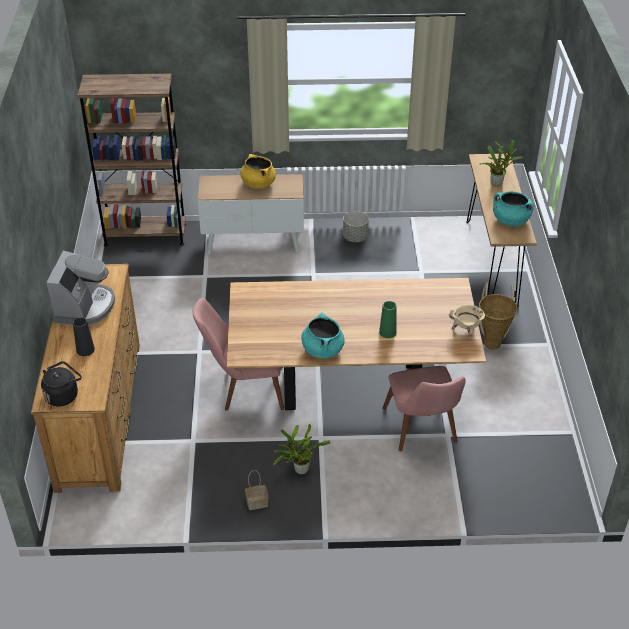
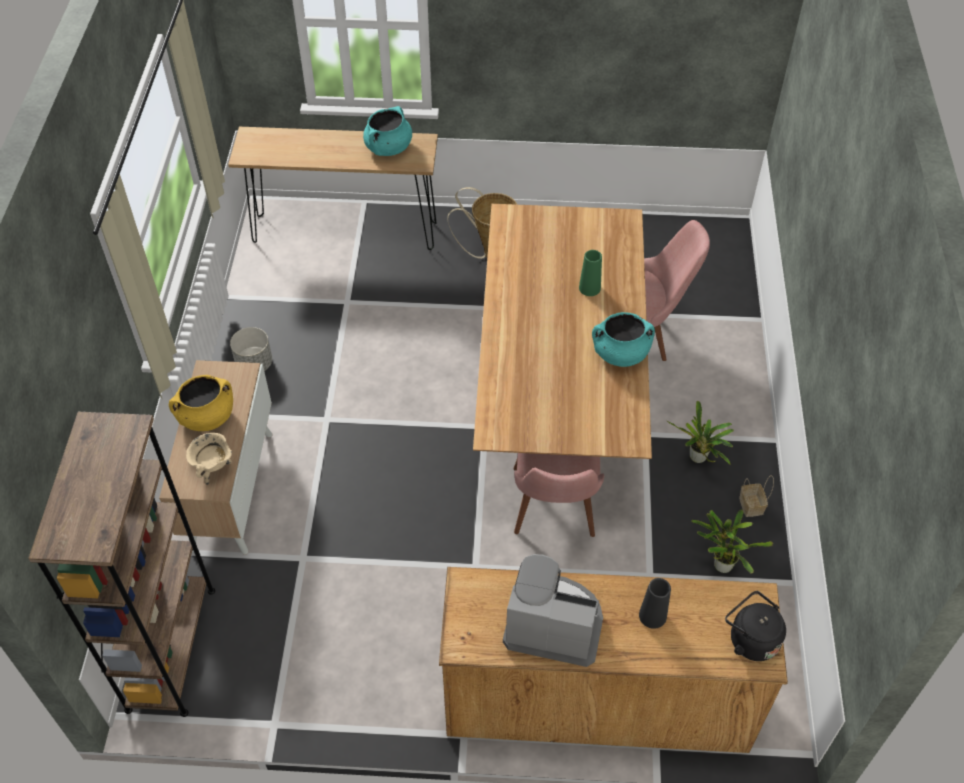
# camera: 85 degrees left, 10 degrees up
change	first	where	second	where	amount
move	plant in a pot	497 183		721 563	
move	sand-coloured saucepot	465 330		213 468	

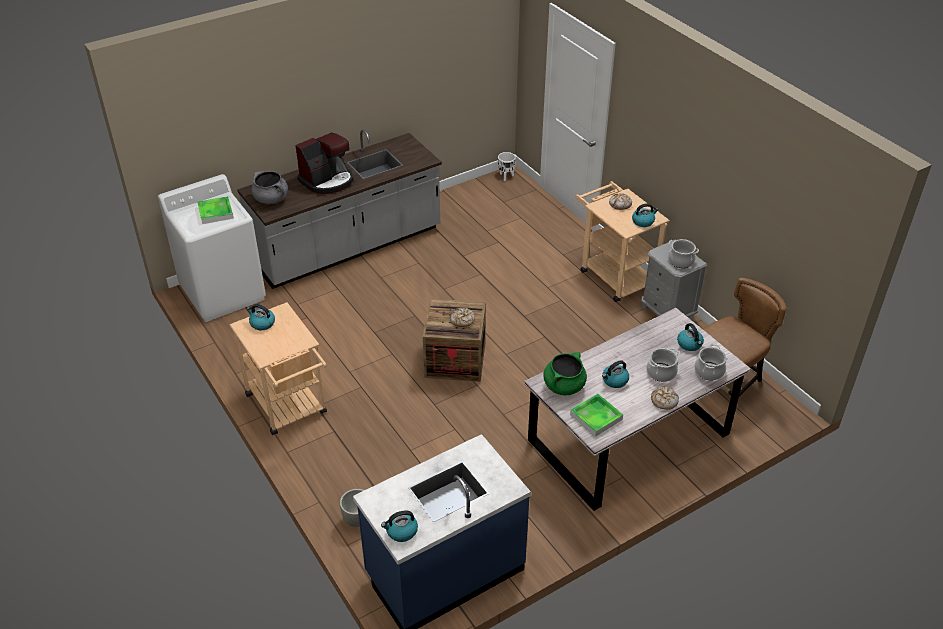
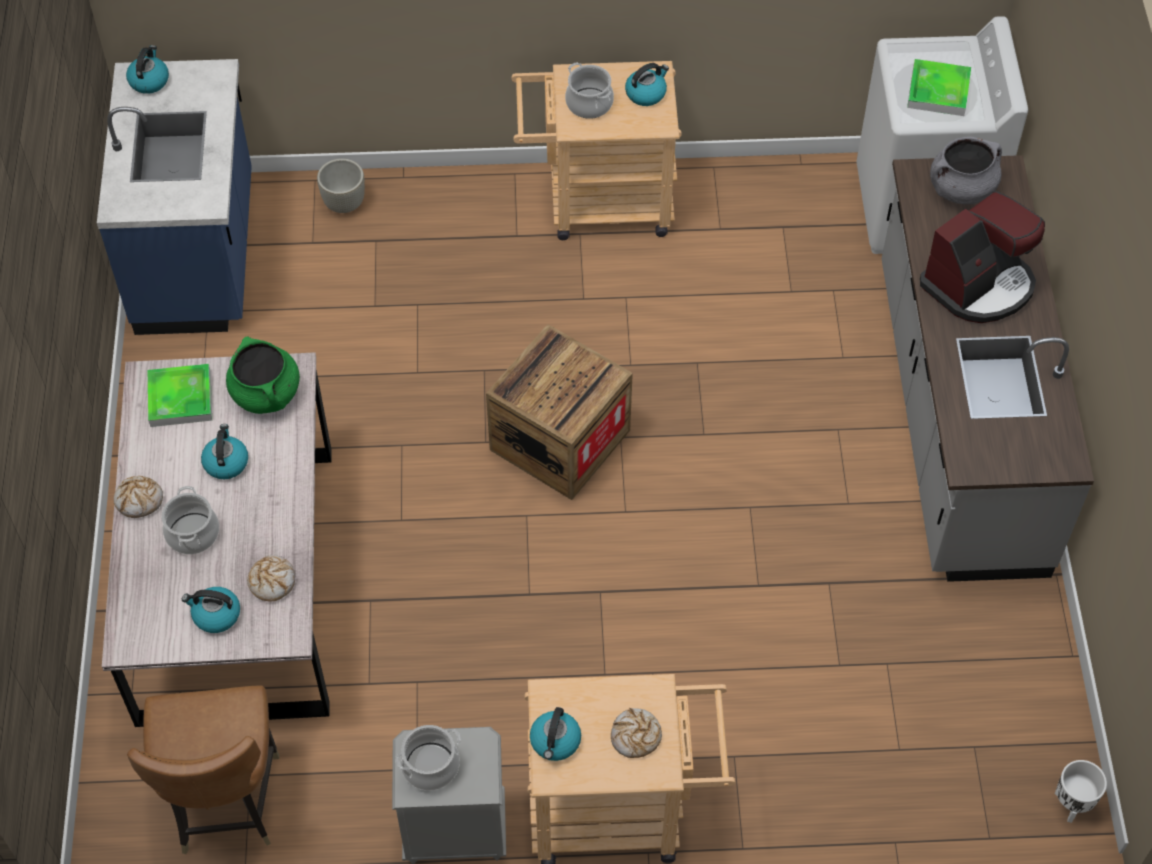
# camera: 120 degrees right, 15 degrees up
change	first	where	second	where	amount
rotate	coffee maker	327 180		979 285	120 degrees counterclockwise
move	bakery bread	462 320		272 581	
move	saucepot	709 371		589 103	

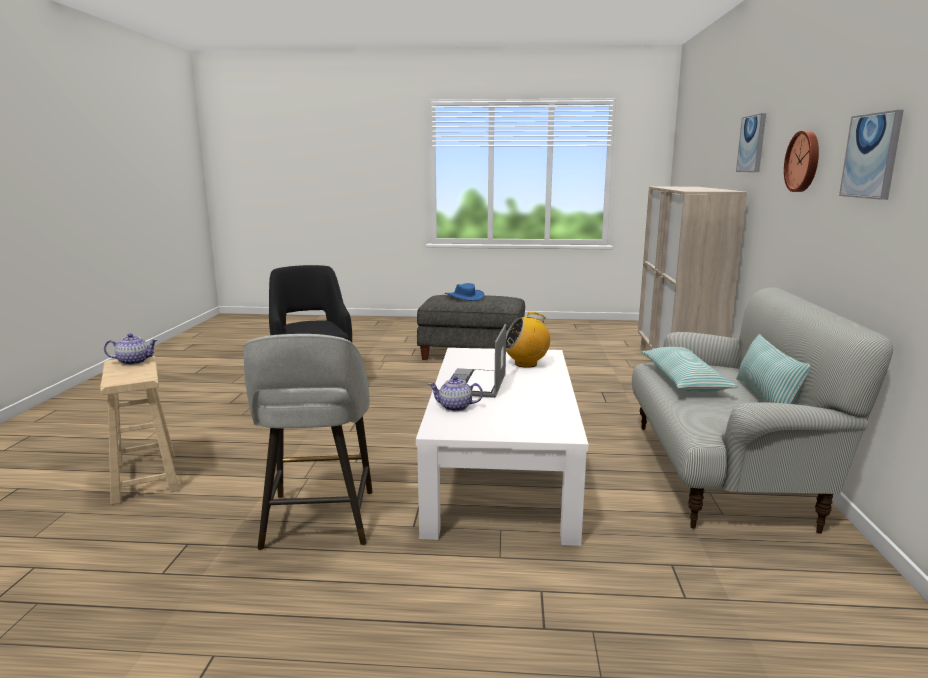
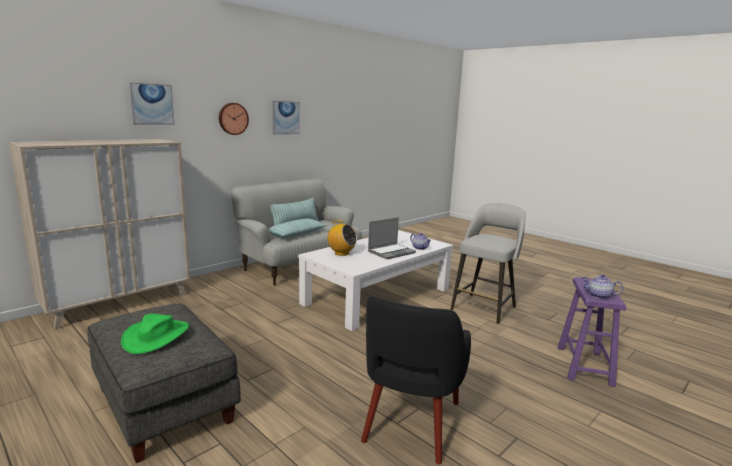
# camera: 140 degrees left, 0 degrees up
change	first	where	second	where	amount
recolor	blue hat	464 297	green hat	156 336	
recolor	sand-coloured stool seat	144 478	purple-coloured stool seat	584 366	

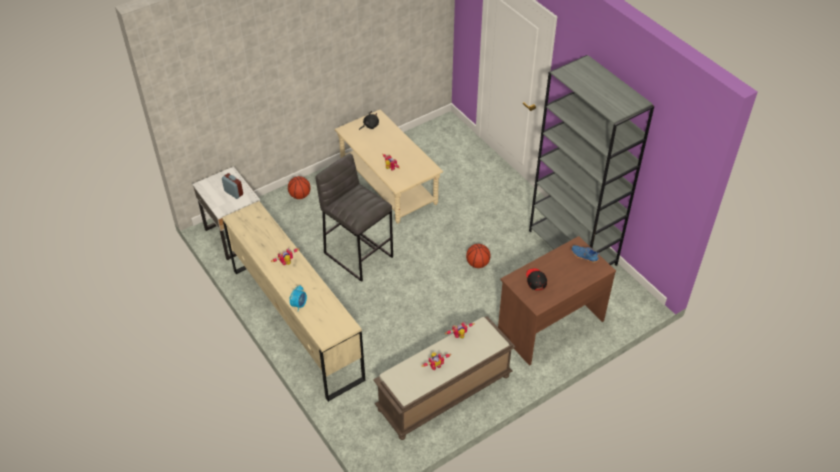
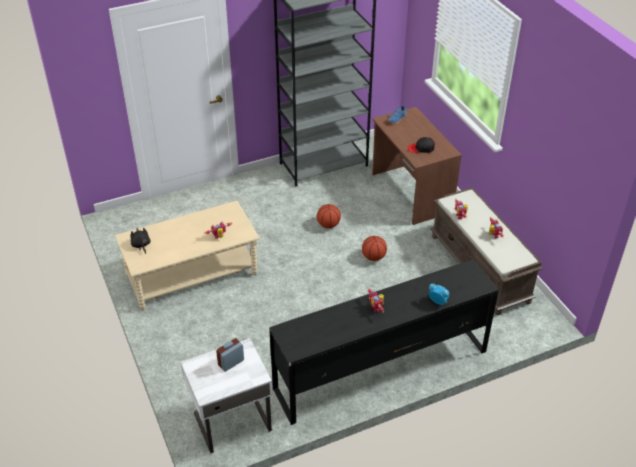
# camera: 80 degrees left, 5 degrees down
change	first	where	second	where	amount
delete	grey stool seat	358 254			
move	ball for basketball	300 195		373 257	
recolor	sand-coloured chest of drawers	296 323	black chest of drawers	381 369	

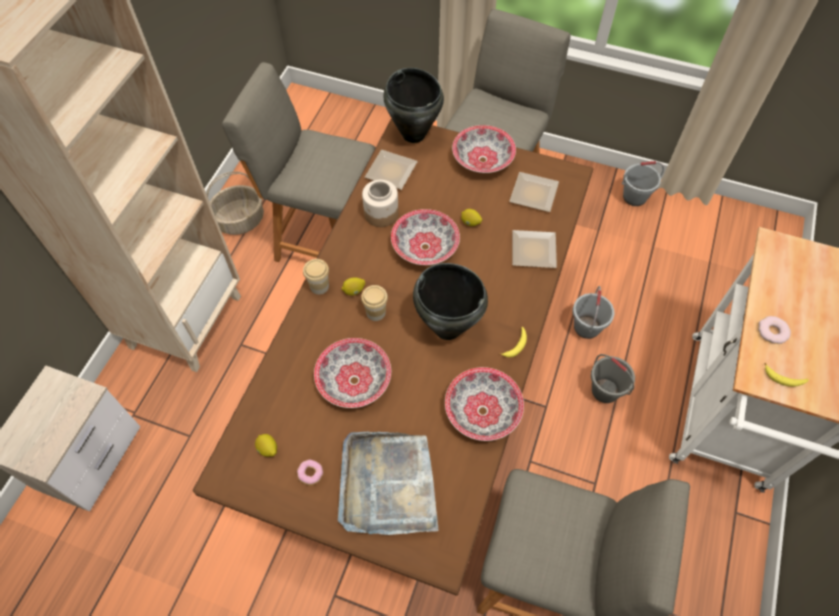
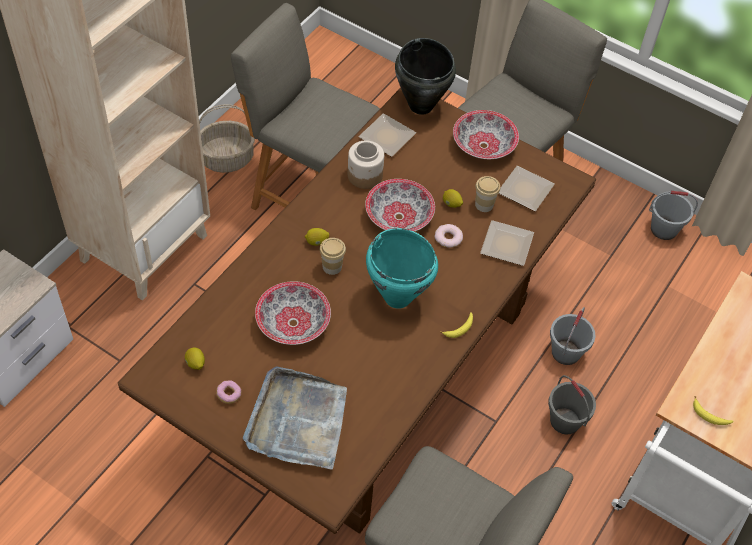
# camera: 10 degrees right, 5 degrees down
change	first	where	second	where	amount
move	small cup	319 286		484 205	
recolor	black saucepot	447 327	turquoise saucepot	397 296	
move	donut	772 332		448 238	
delete	deep dish	481 411			

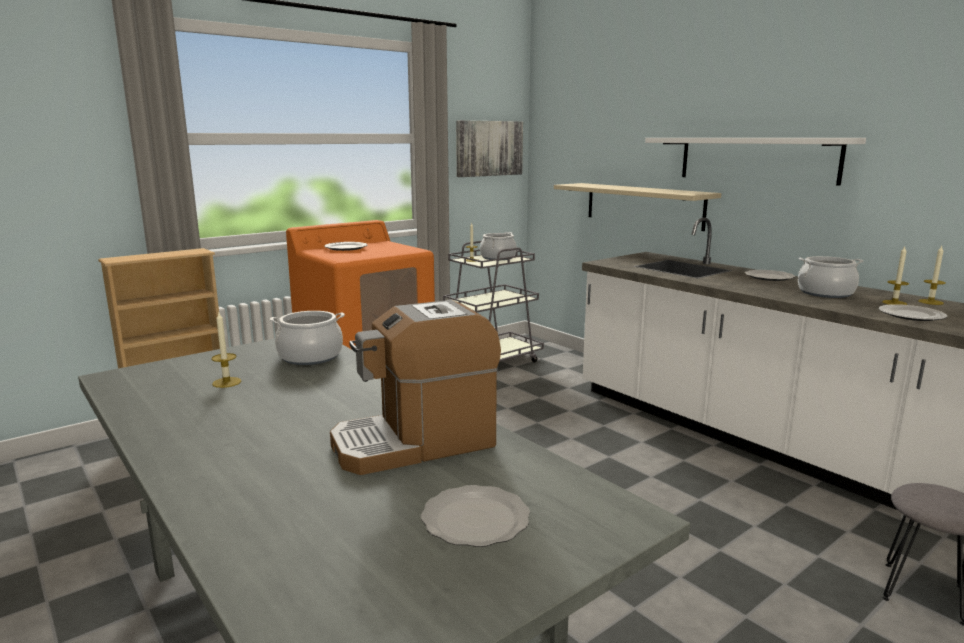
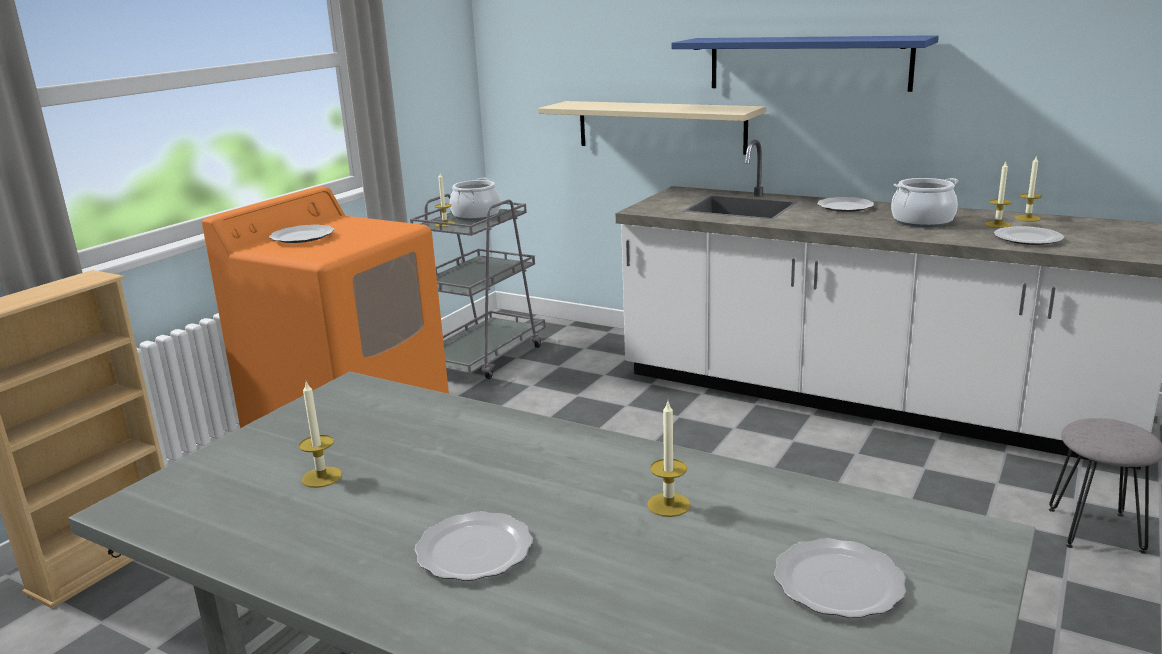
# camera: 20 degrees left, 5 degrees up
change	first	where	second	where	amount
delete	wall picture	489 148			
recolor	whitish wall shelf	756 159	blue wall shelf	808 63	
replace	coffee maker	415 442	wax candle	668 505	
delete	saucepot	310 356			
insert			dinner plate	472 550	

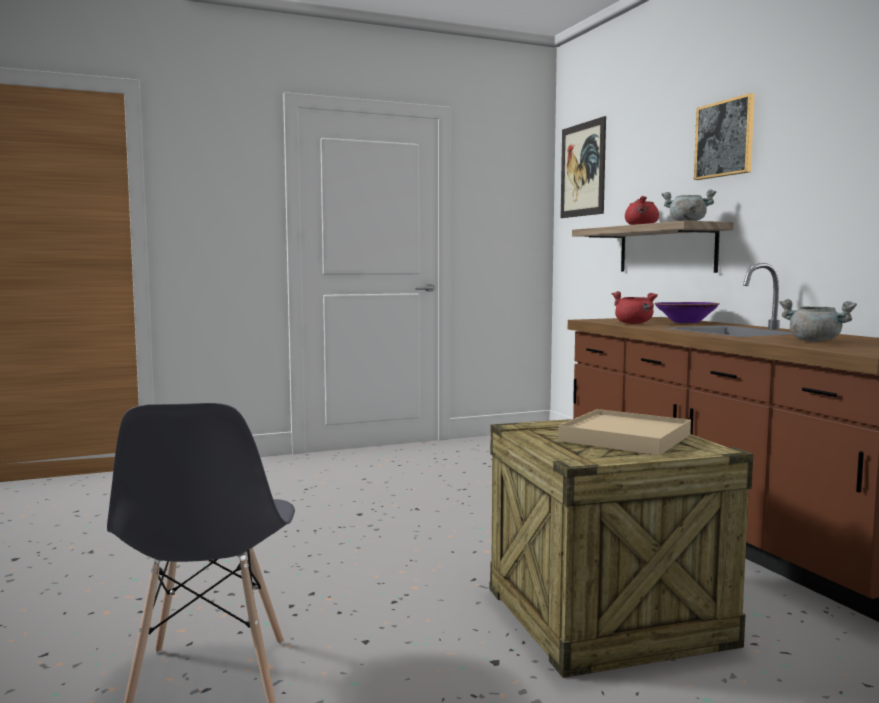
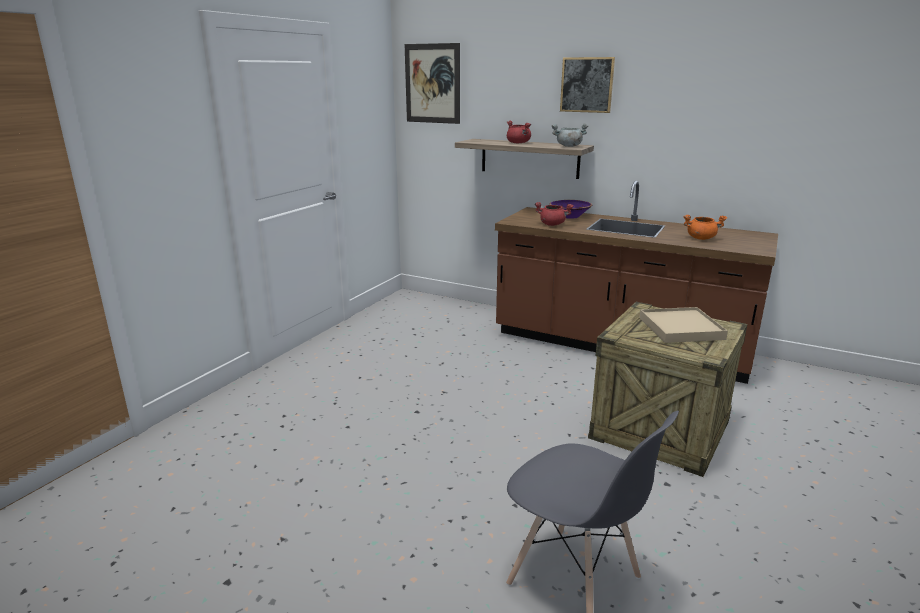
# camera: 40 degrees left, 15 degrees up
change	first	where	second	where	amount
recolor	grey saucepot	815 341	orange-coloured saucepot	701 238	

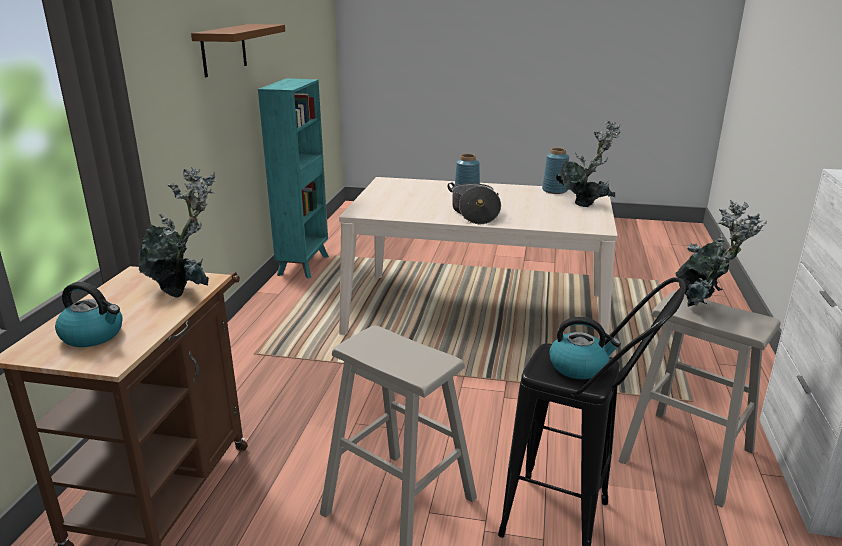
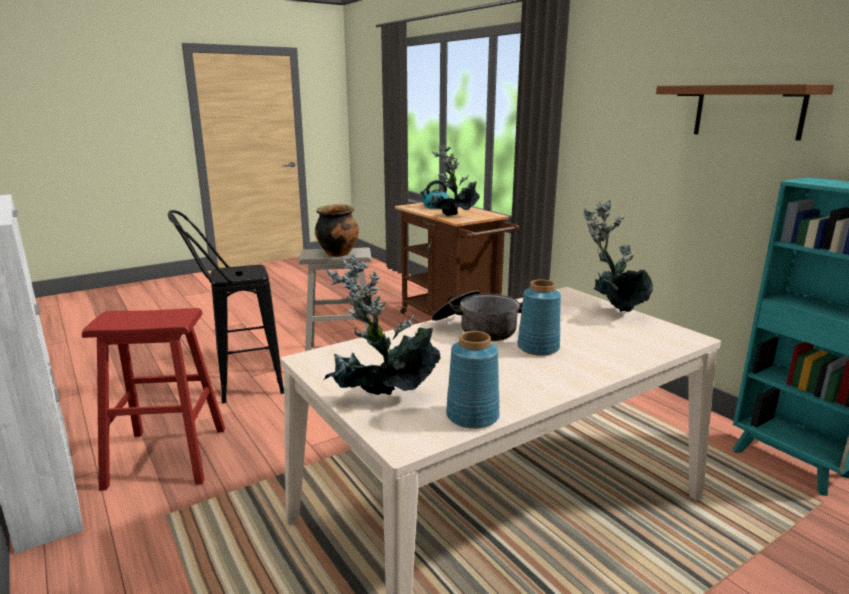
# camera: 135 degrees right, 5 degrees down
change	first	where	second	where	amount
move	plant in a pot	702 307		612 312	
recolor	sand-coloured stool seat	687 455	red-coloured stool seat	166 457	
delete	water kettle	579 367			
insert			saucepot	338 253	

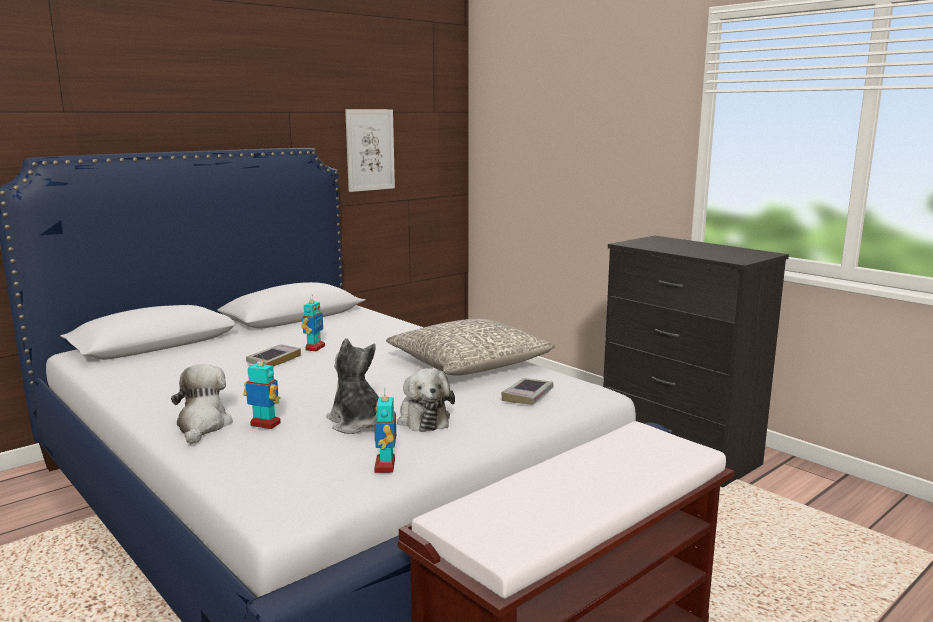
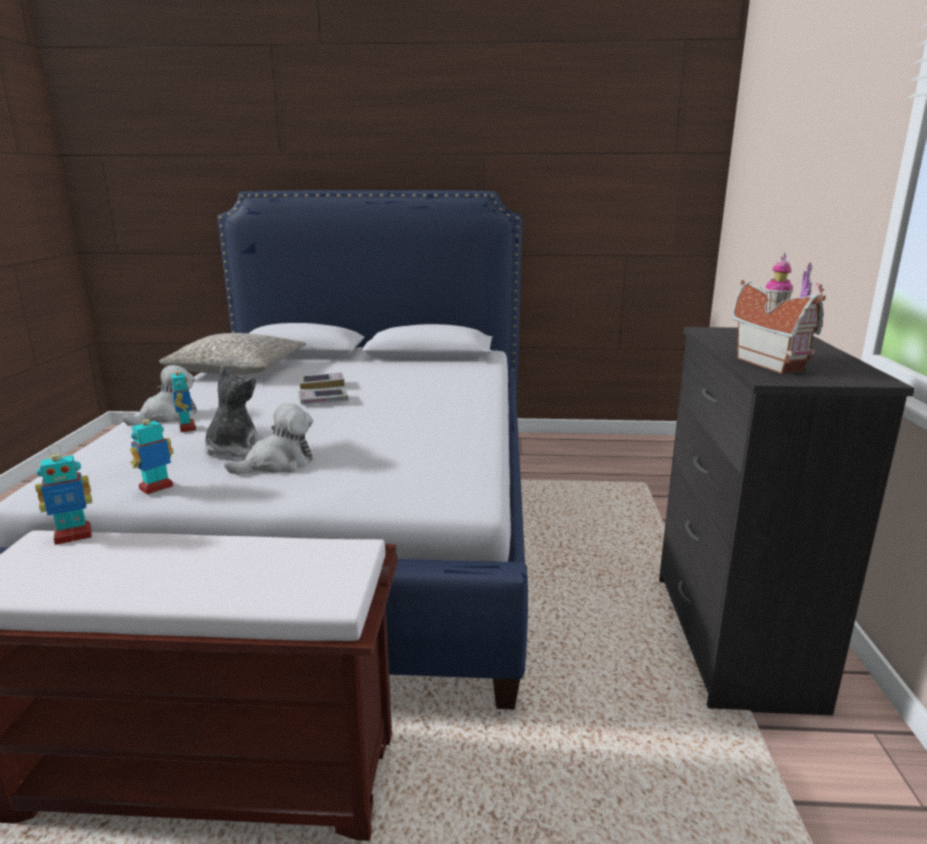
# camera: 45 degrees right, 5 degrees up
change	first	where	second	where	amount
delete	wall picture	370 150			
move	model robot	314 348		73 536	
move	grey throw pillow	469 364		238 370	
rotate	soft toy	422 419		278 464	150 degrees counterclockwise
move	volume	527 395		323 401	
insert			miniature house	773 363	

